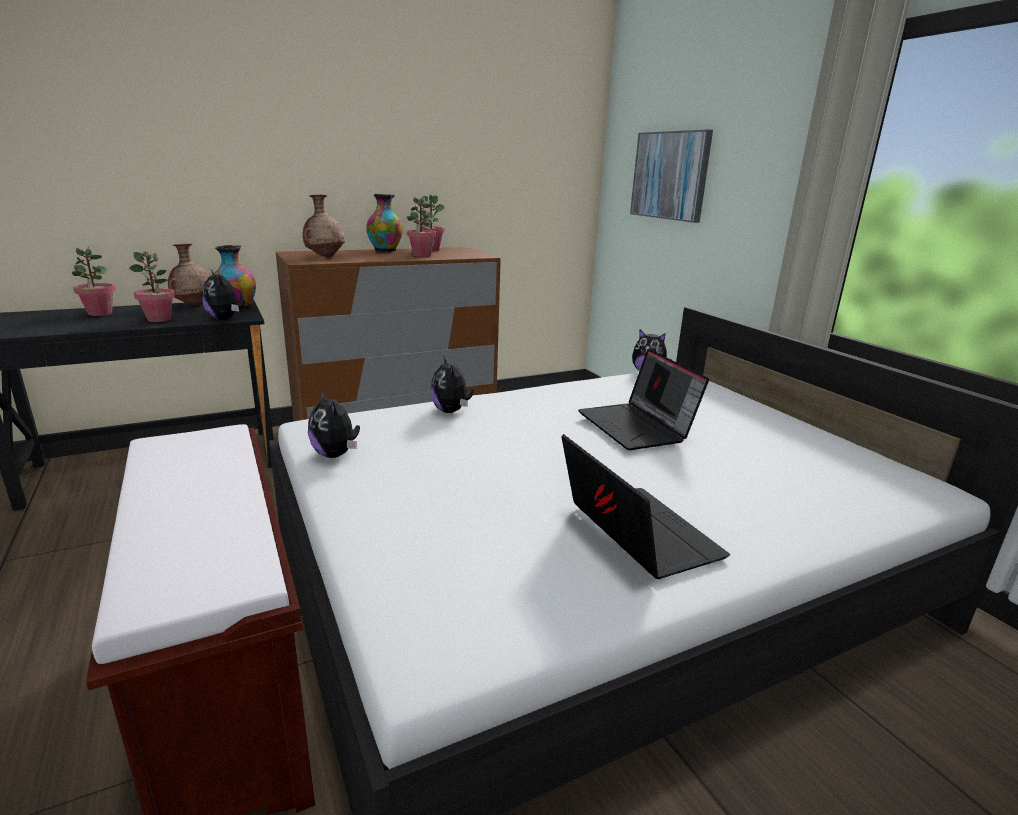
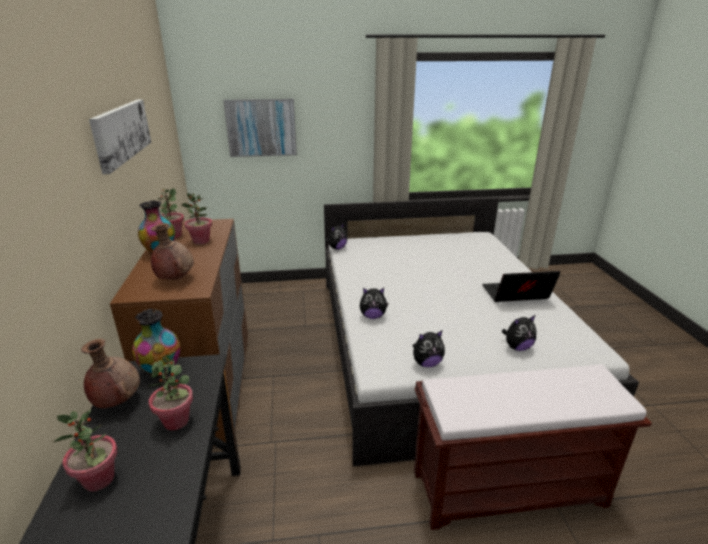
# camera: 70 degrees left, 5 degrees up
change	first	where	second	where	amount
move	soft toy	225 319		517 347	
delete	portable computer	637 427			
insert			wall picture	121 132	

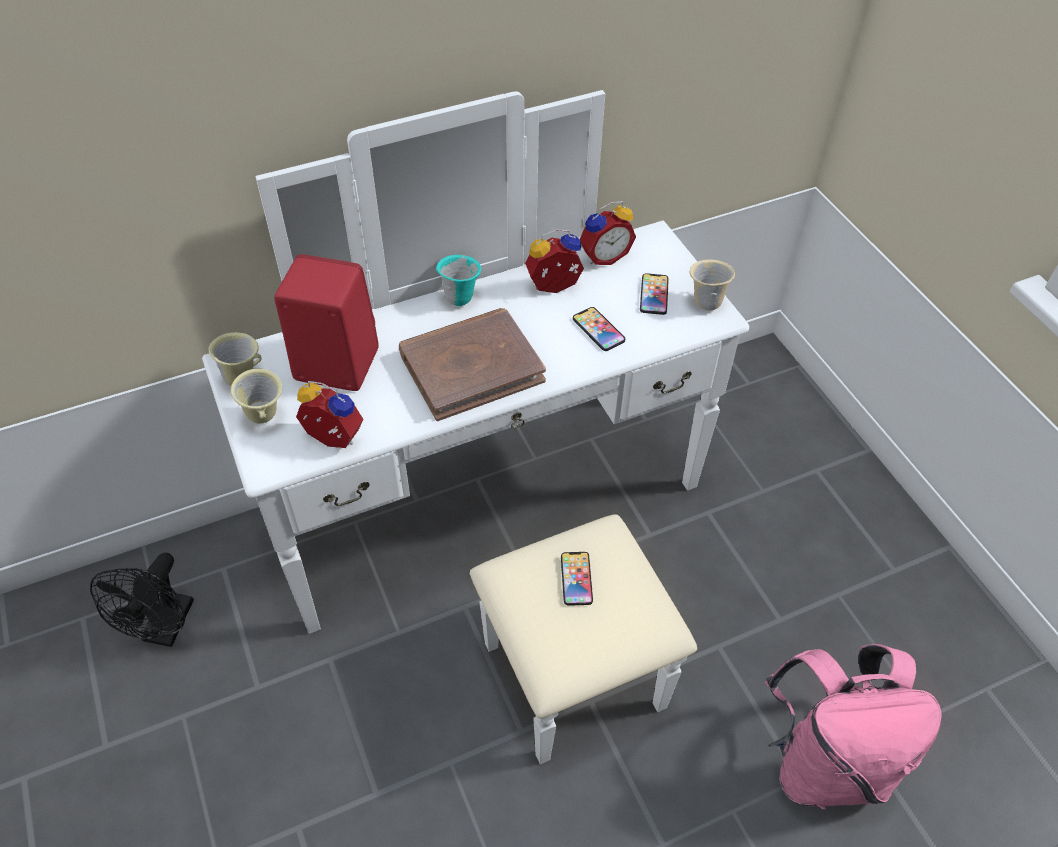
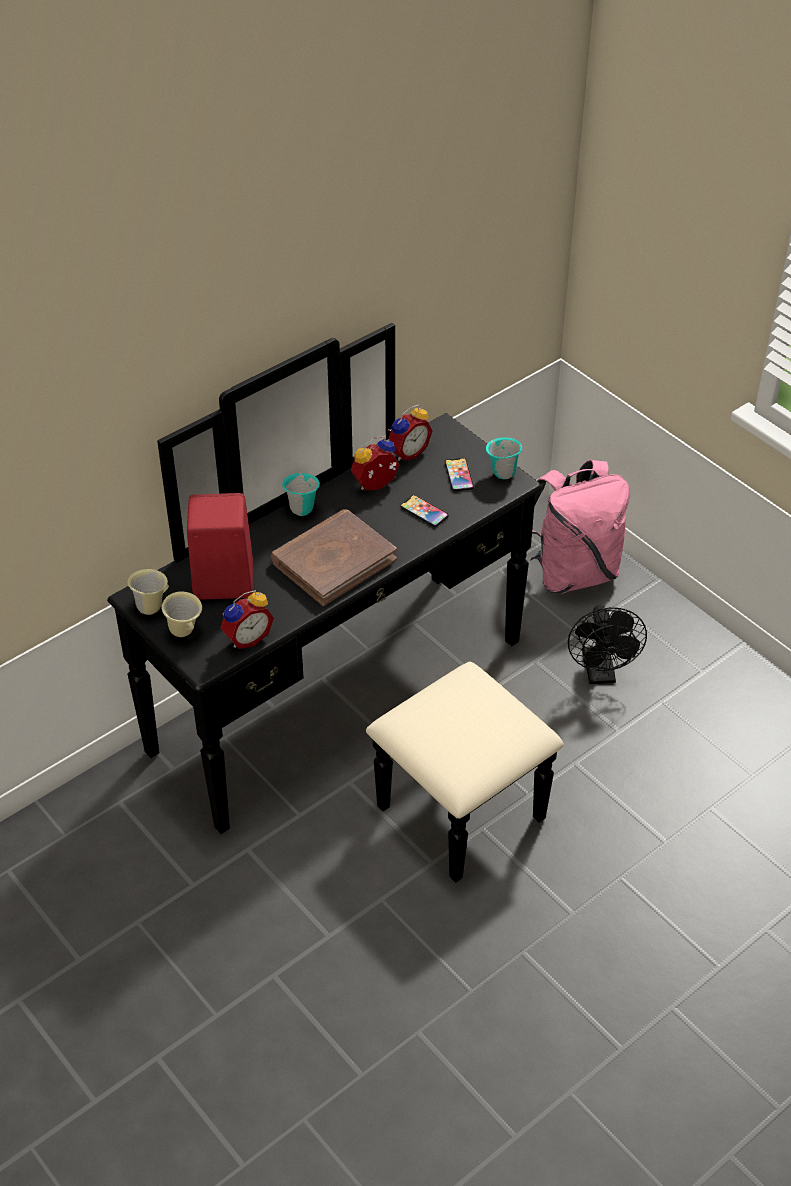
# camera: 15 degrees left, 5 degrees down
change	first	where	second	where	amount
recolor	whitish chest of drawers	507 538	black chest of drawers	366 720	
recolor	sand-coloured coffee mug	705 302	turquoise coffee mug	502 473	
rotate	bedside clock	331 441		246 637	135 degrees clockwise
delete	telephone	576 579			
move	black fan	165 629		600 673	
move	pink-coloured backpack	825 761		573 572	

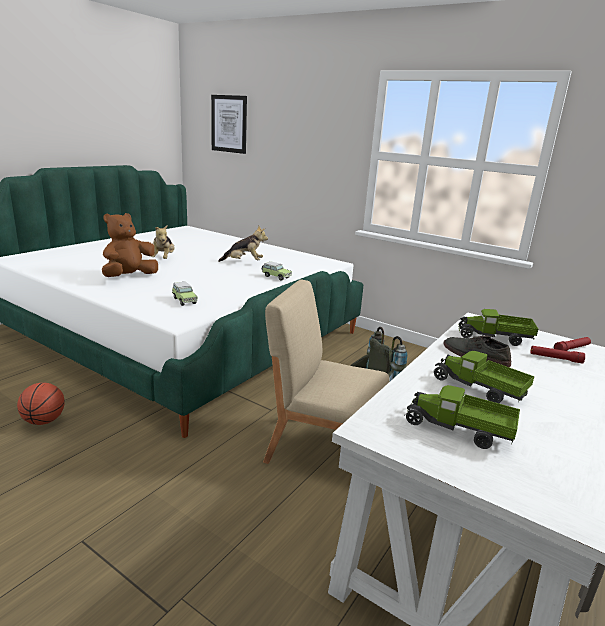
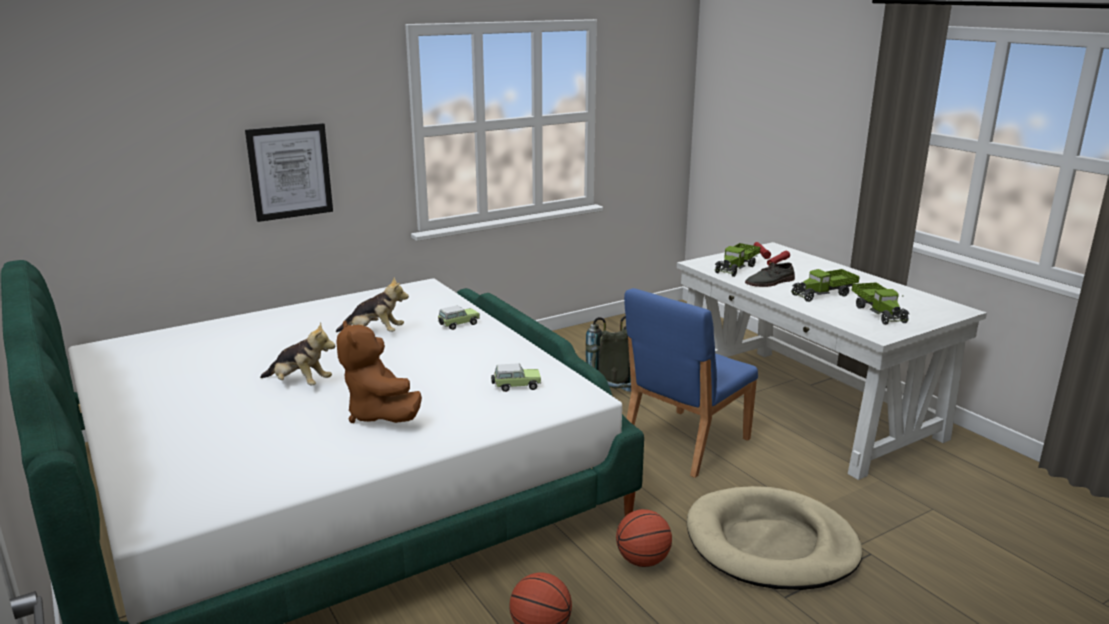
# camera: 65 degrees left, 0 degrees up
change	first	where	second	where	amount
move	wall picture	229 124		290 172	
rotate	soft toy	244 262		375 333	75 degrees clockwise
recolor	sand-coloured upright chair	322 449	blue upright chair	684 442	
rotate	toy lorry	458 430		878 312	60 degrees counterclockwise
insert			sand-coloured pet bed	771 544	
insert			ball for basketball	642 560	

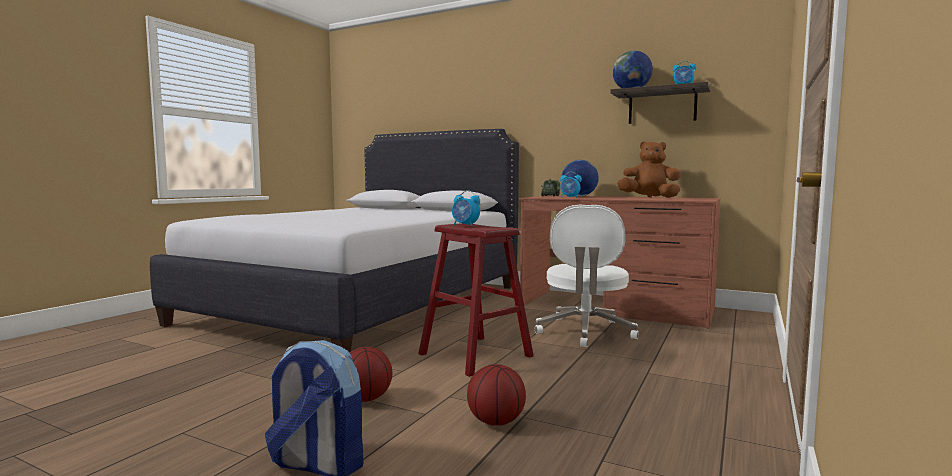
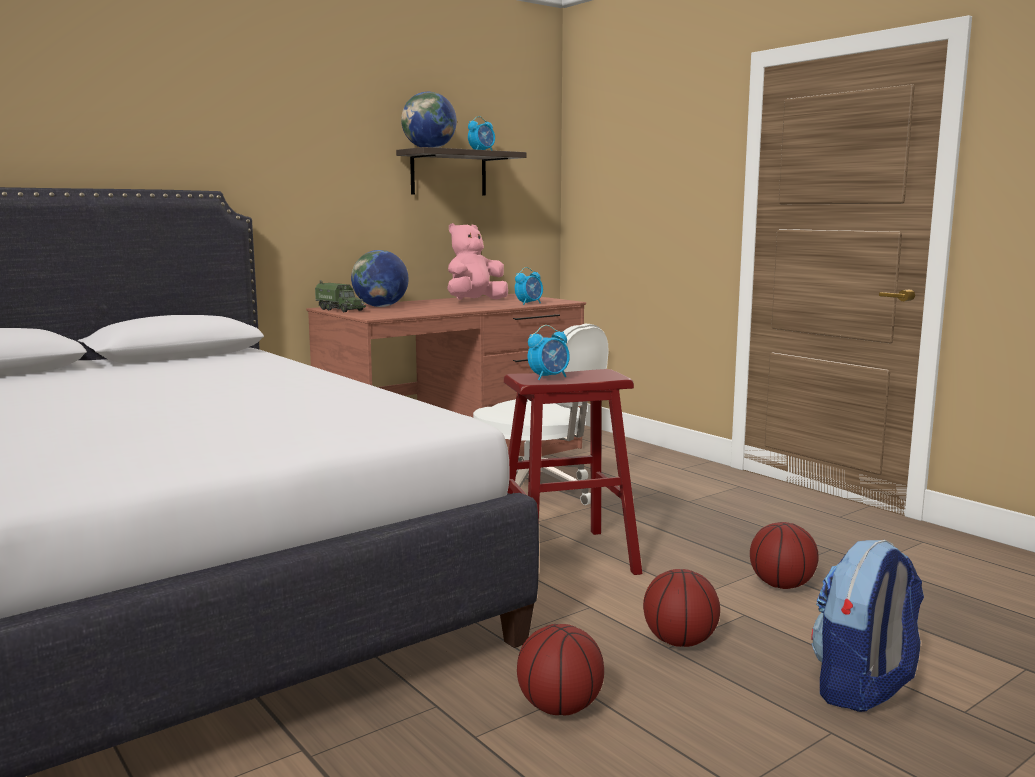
# camera: 65 degrees left, 5 degrees up
change	first	where	second	where	amount
recolor	brownish soft toy	649 197	pink-coloured soft toy	474 301	
move	bedside clock	570 197		529 303	
insert			ball for basketball	560 707	

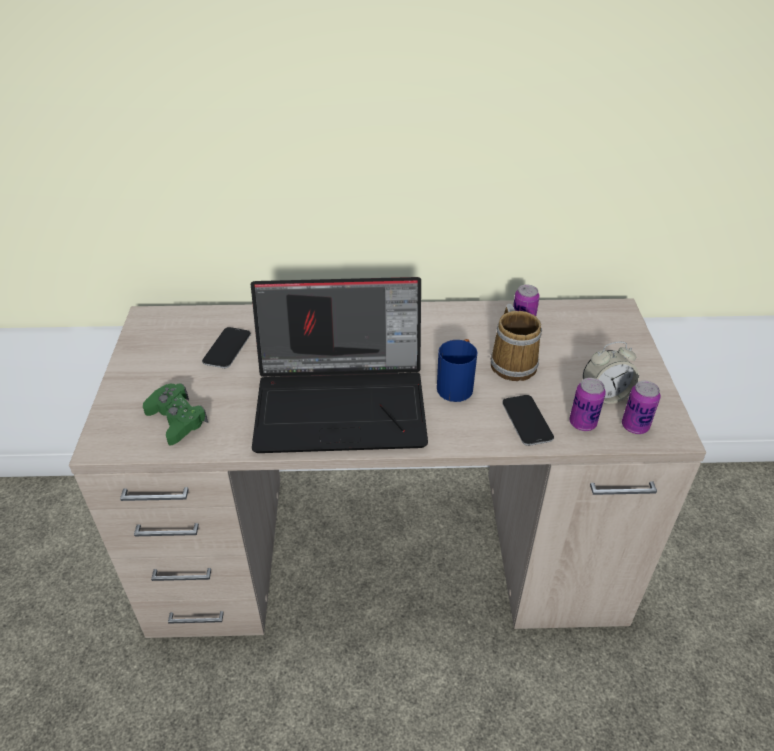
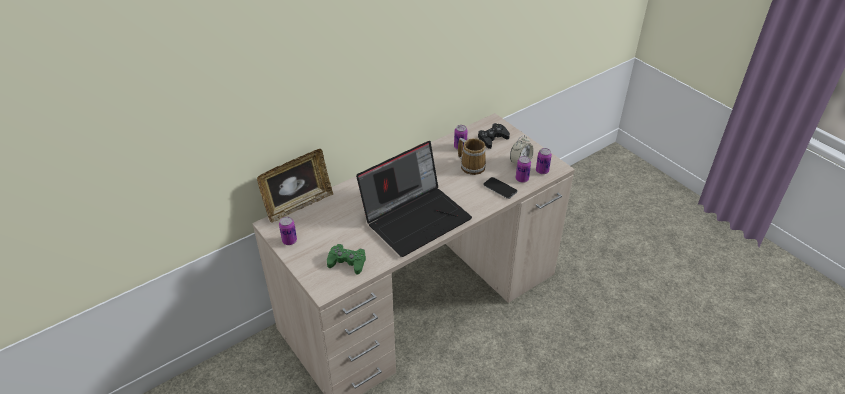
# camera: 35 degrees left, 0 degrees up
change	first	where	second	where	amount
delete	telephone	227 348			
delete	blue coffee mug	457 385			
insert			black joypad	492 139	
insert			picture frame	298 205	
insert			metal can	289 241	

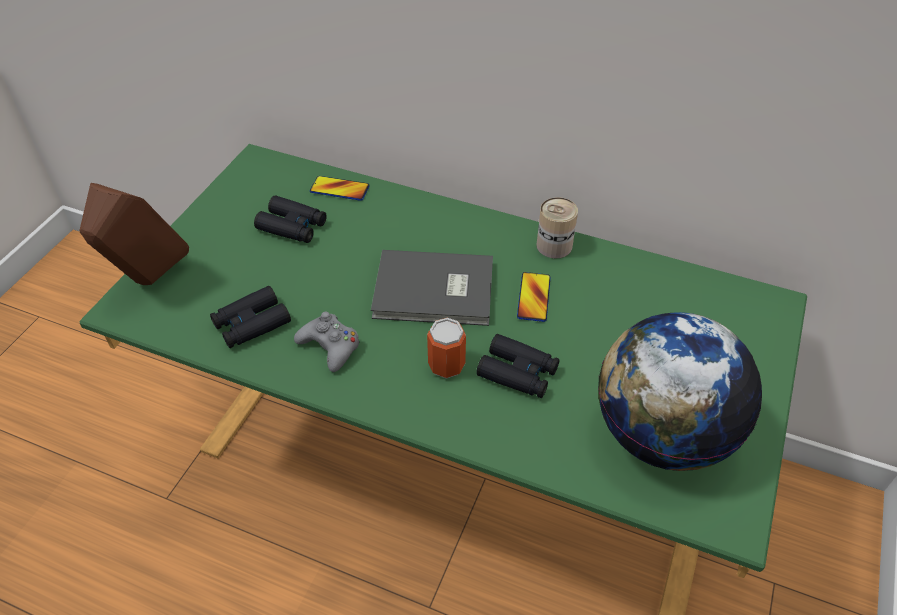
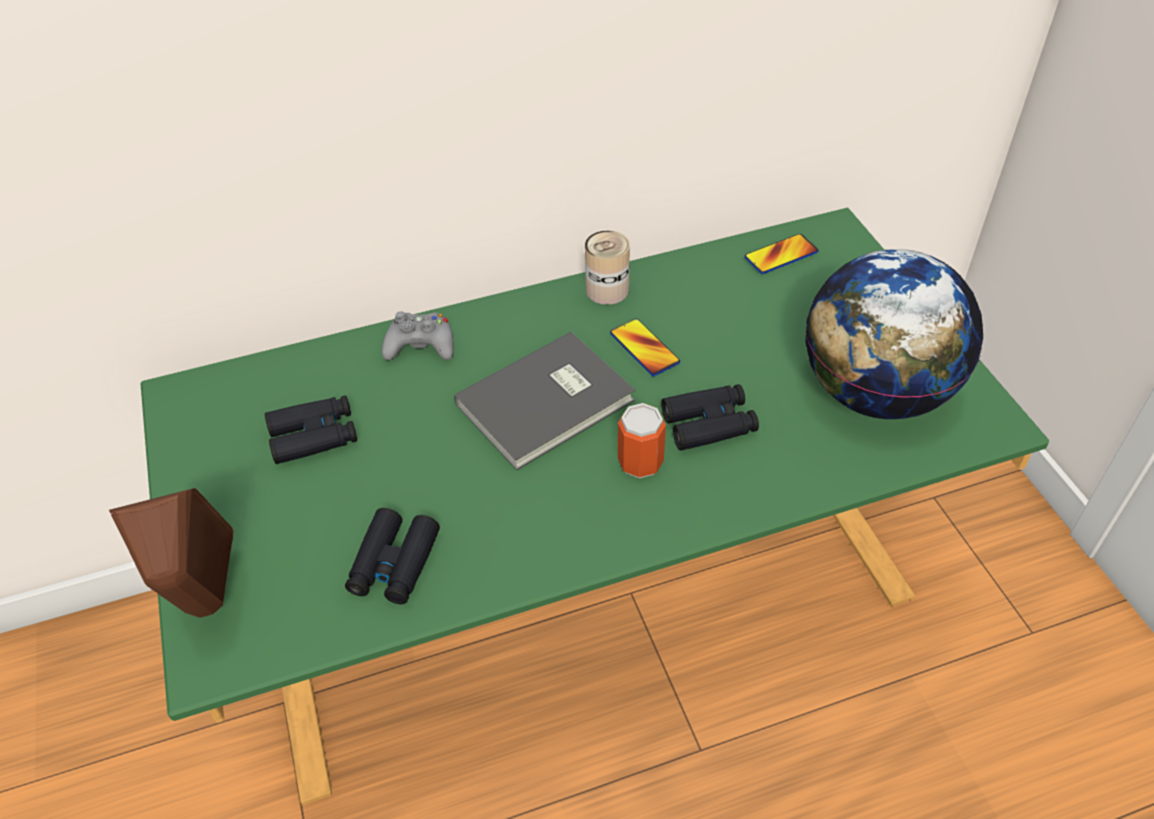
# camera: 40 degrees left, 0 degrees up
change	first	where	second	where	amount
move	telephone	339 189		781 255	
move	grey joypad	330 346		421 345	

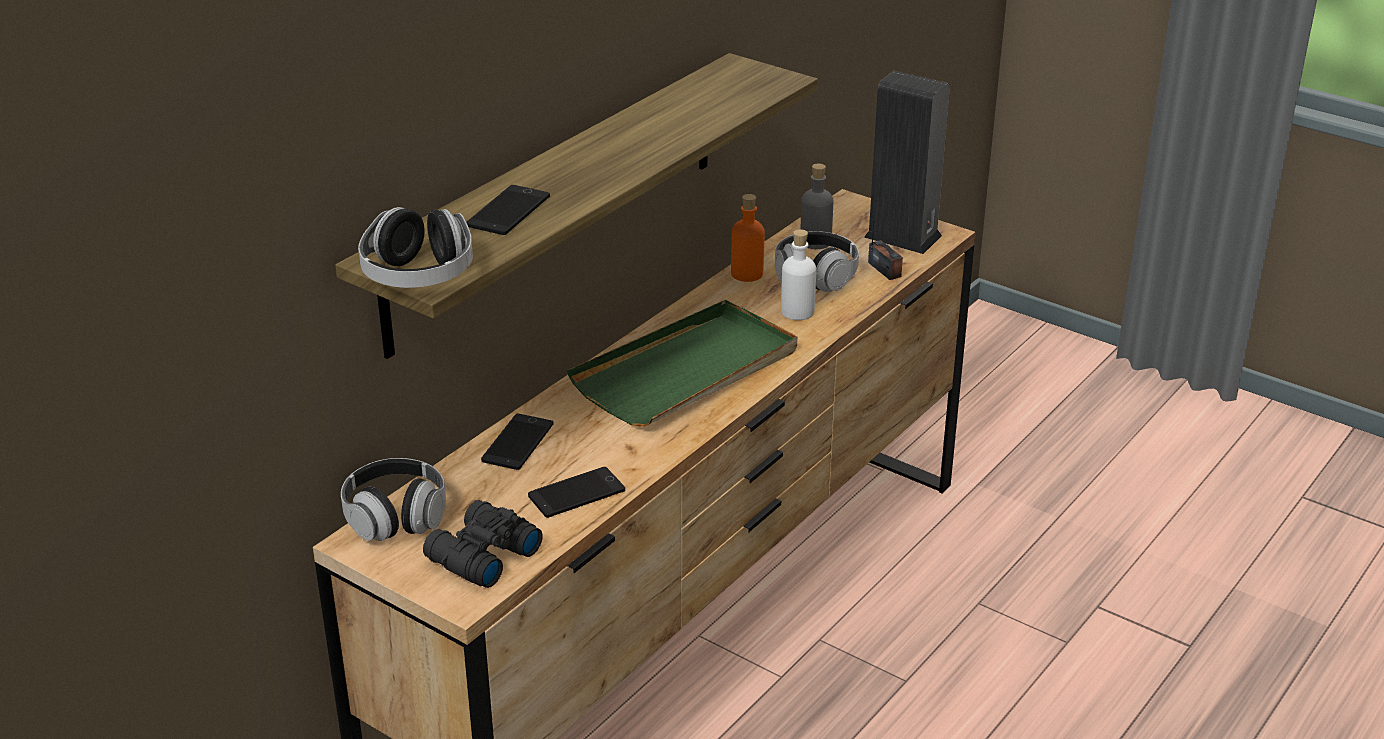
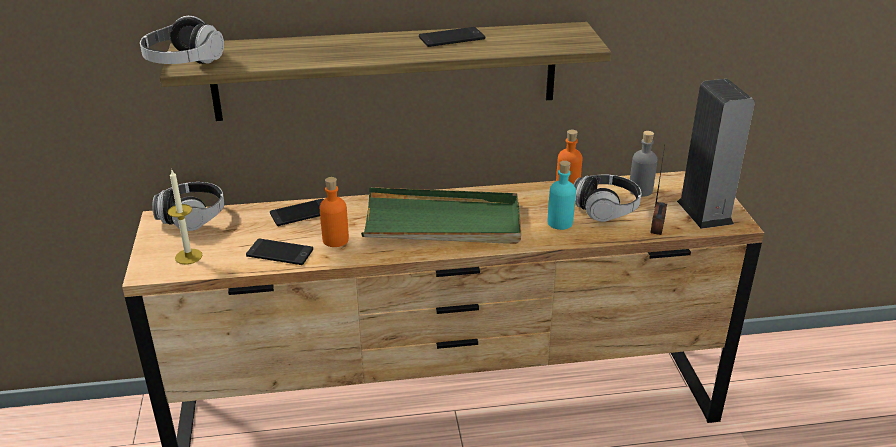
# camera: 45 degrees right, 0 degrees up
change	first	where	second	where	amount
move	telephone	508 211		451 38	
recolor	whitish drink bottle	797 311	turquoise drink bottle	560 223	
replace	black pair of binoculars	480 556	wax candle	188 256	
insert			orange-coloured drink bottle	335 240	

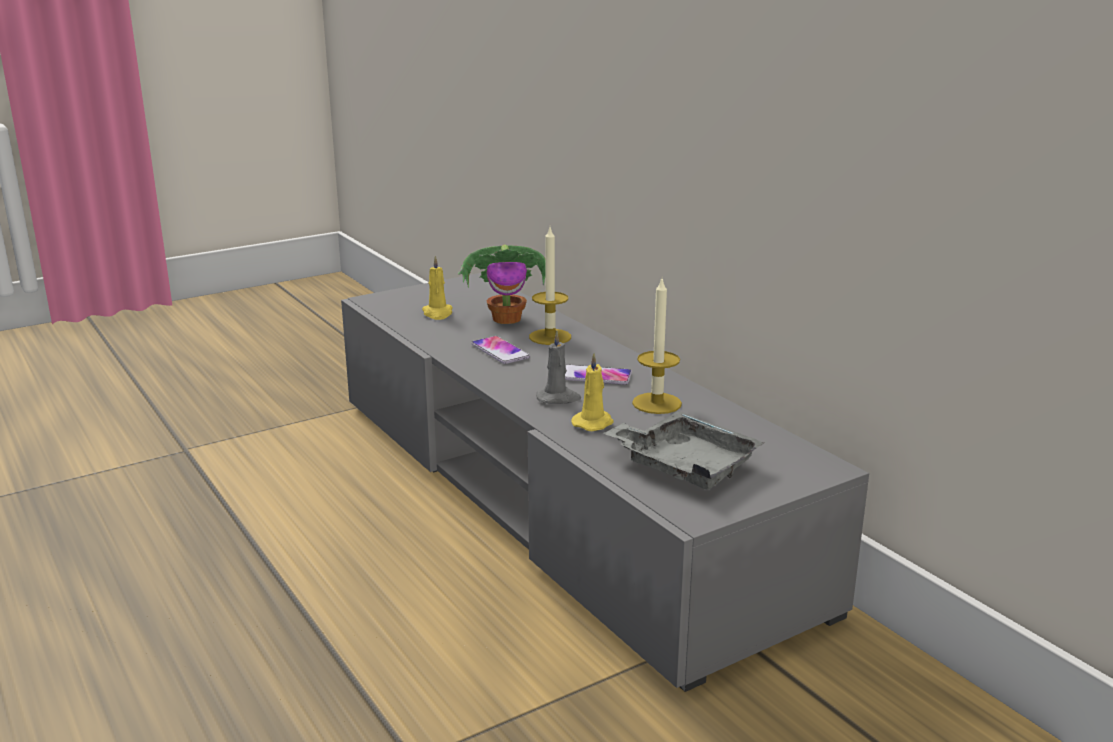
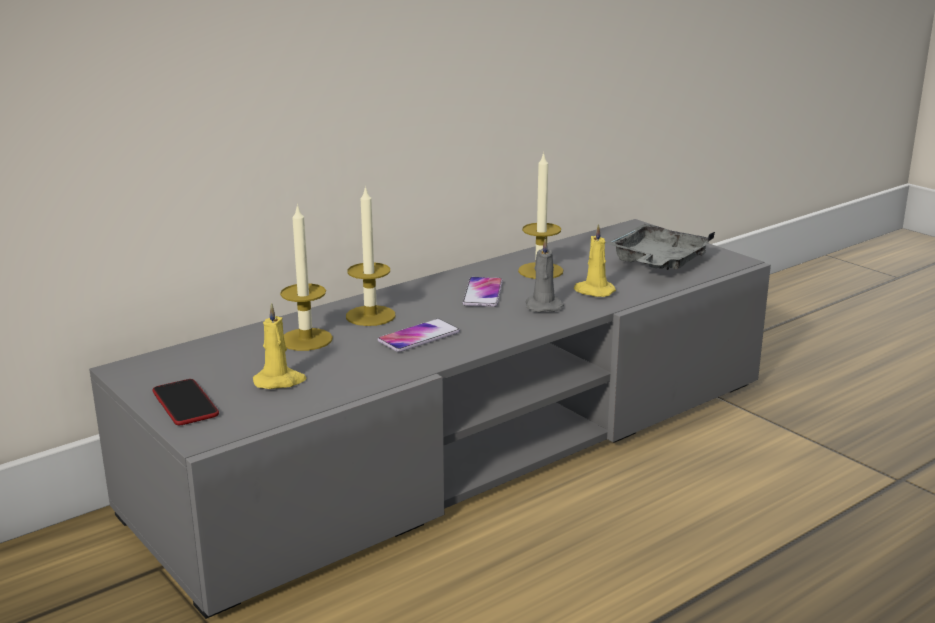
# camera: 95 degrees left, 0 degrees up
change	first	where	second	where	amount
replace	plant in a pot	508 319	wax candle	306 339	
insert			telephone	185 404	

